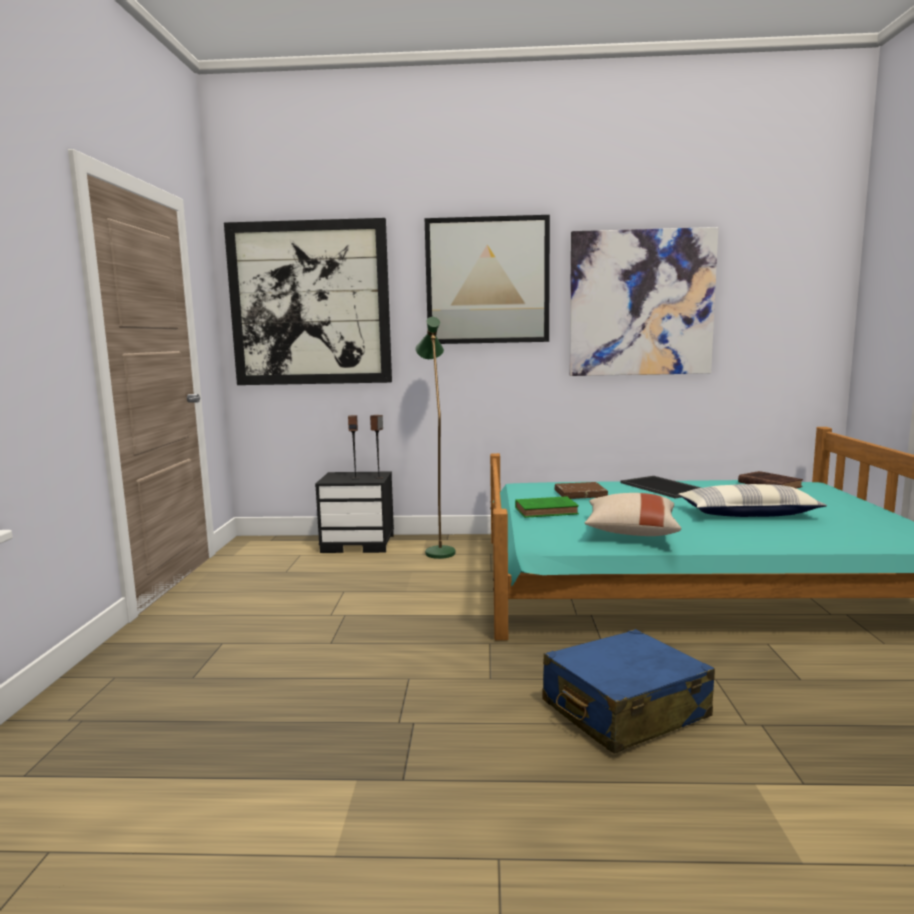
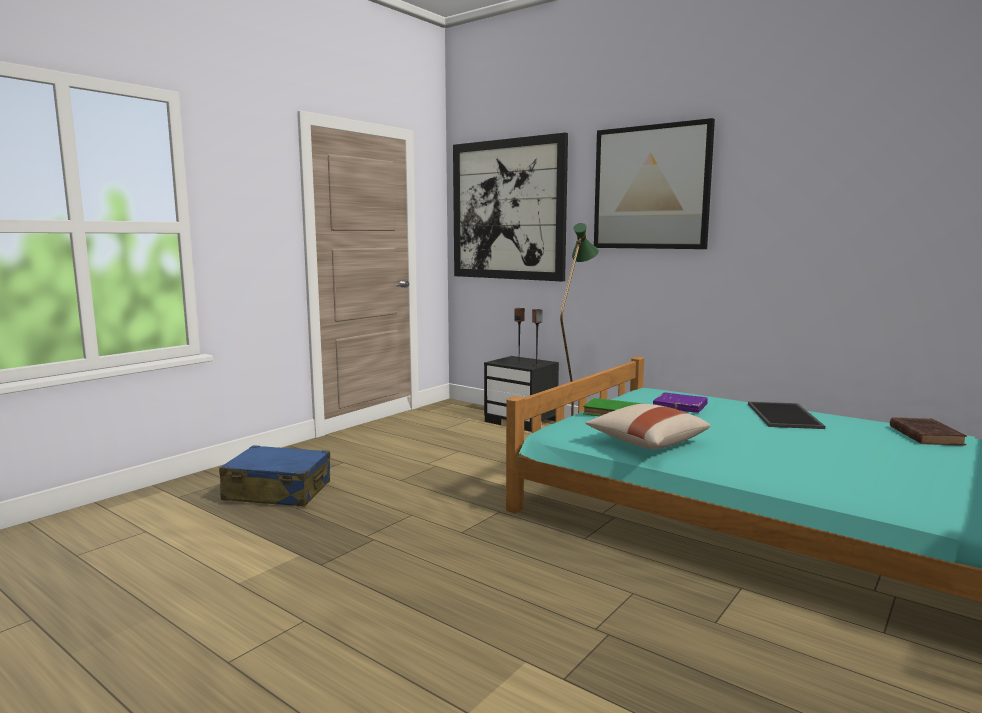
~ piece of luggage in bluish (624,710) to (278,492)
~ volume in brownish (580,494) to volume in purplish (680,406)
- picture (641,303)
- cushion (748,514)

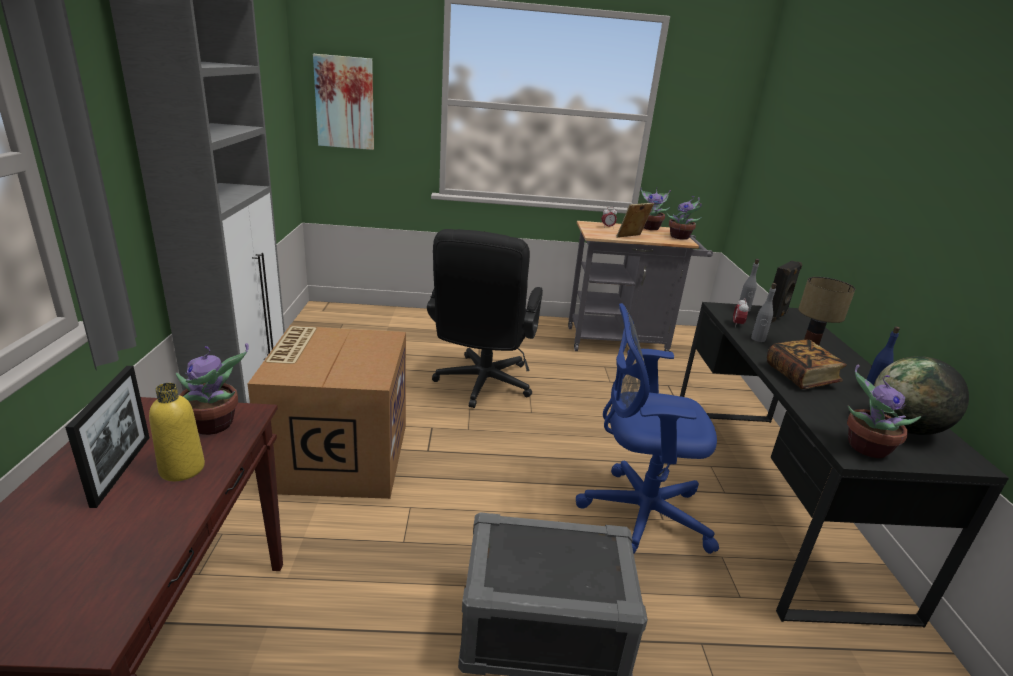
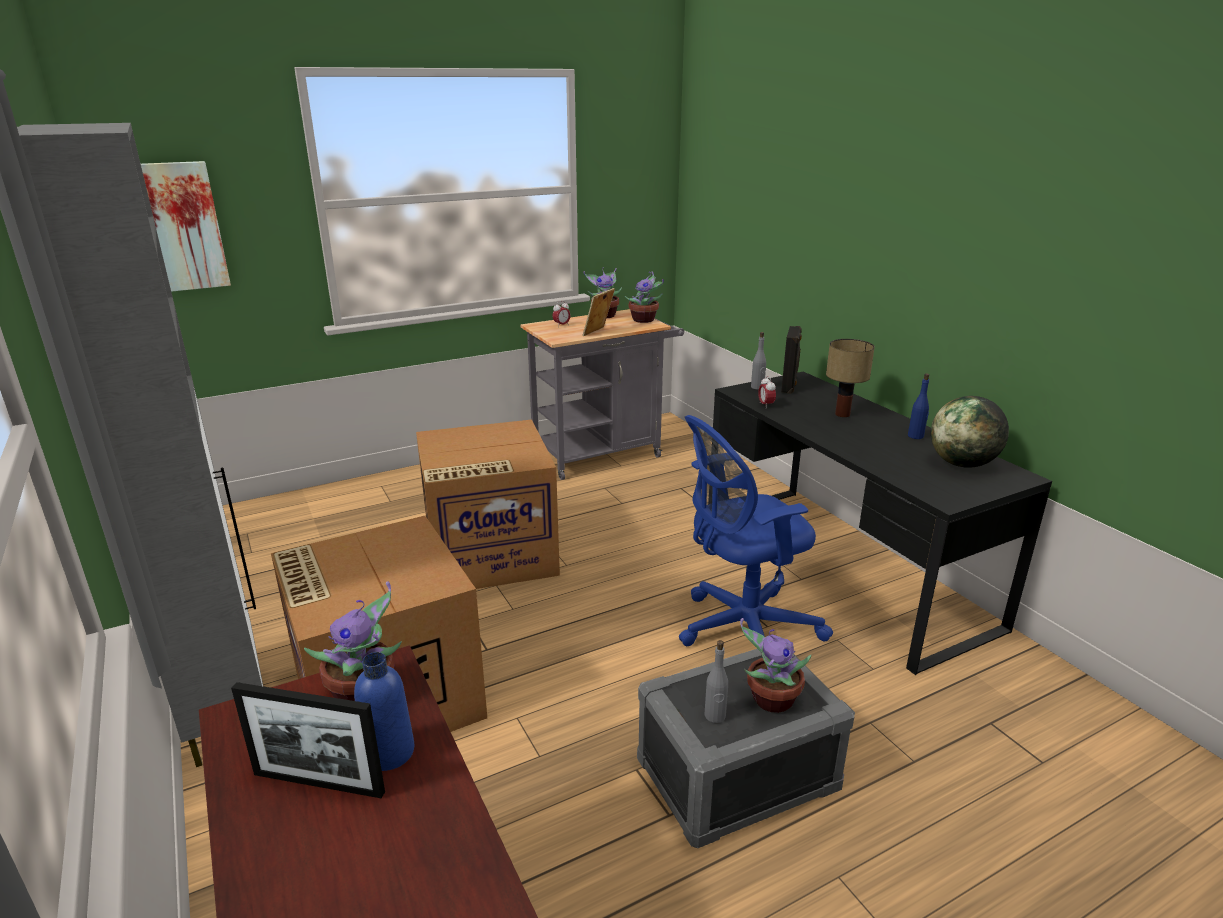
~ photo frame (121,470) = (318,783) 135 degrees clockwise
~ beverage bottle in yellow-coloured (182,469) to beverage bottle in bluish (389,752)
~ office chair in blackish (481,386) to packing box (489,554)
~ beverage bottle in grey (758,339) to (715,716)
- volume (800,376)
~ houseplant (864,447) to (770,700)

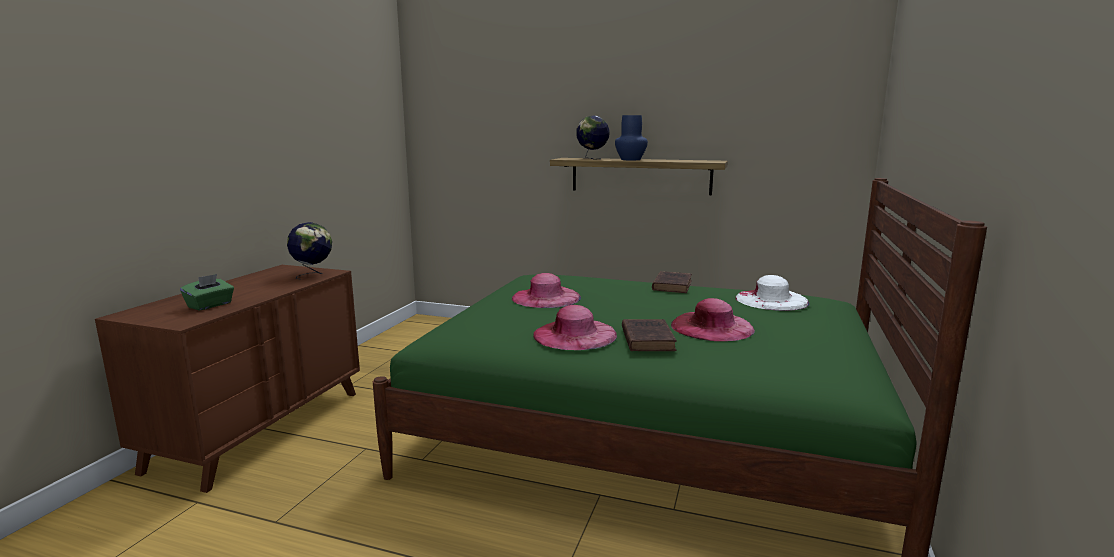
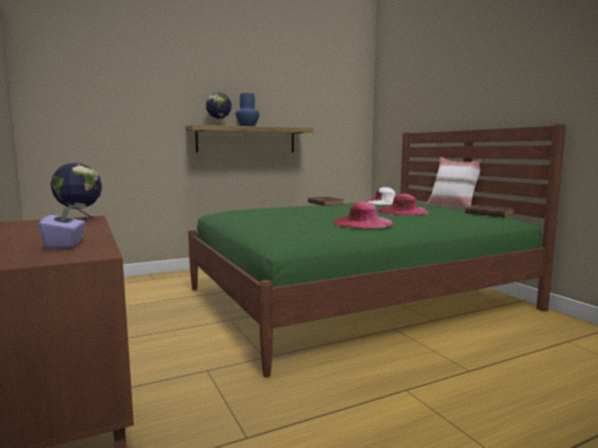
~ tissue holder in green-coloured (210,305) to tissue holder in purplish (65,245)
- clothing hat in pink (546,297)
~ volume in brownish (647,339) to (488,214)
+ cushion in white-coloured (453,207)

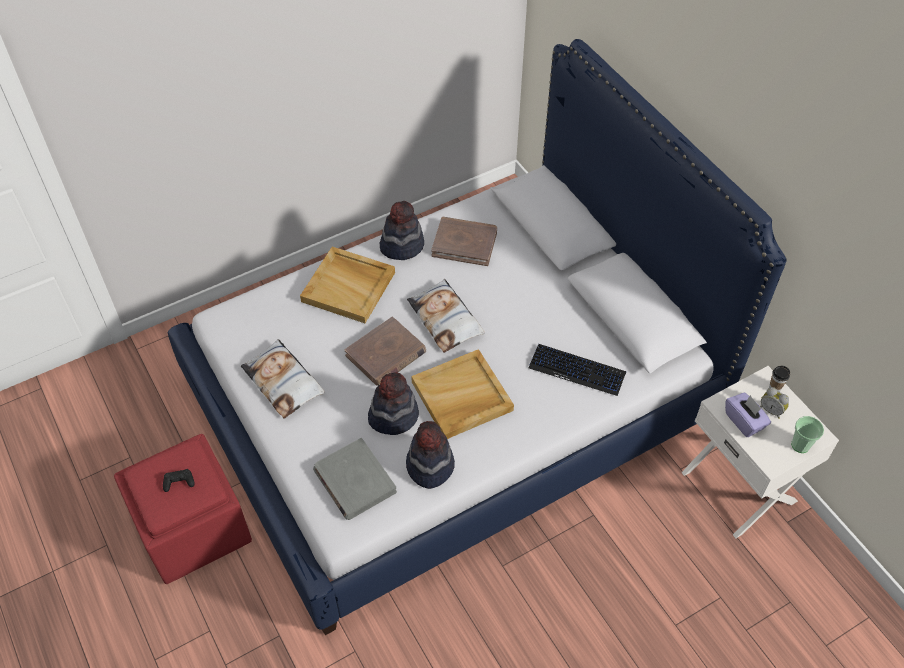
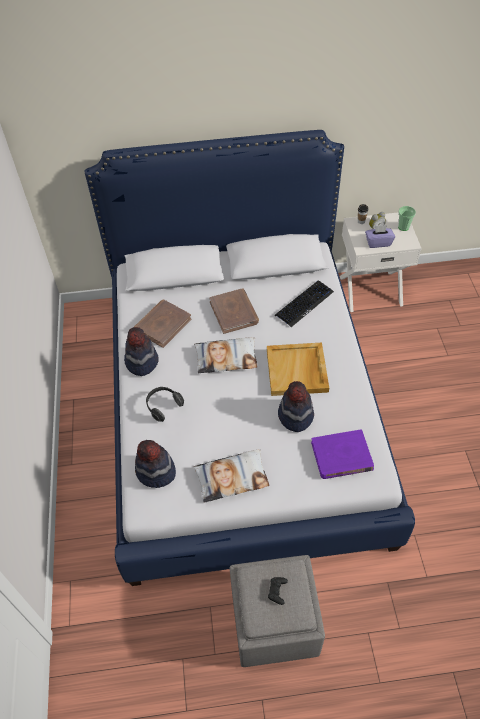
~ pouffe in reddish (194,529) to pouffe in grey (275,621)
~ carrying tray in beige-coloured (349,287) to pair of headphones (163,406)
~ volume in grey (354,481) to volume in purplish (341,456)
~ volume in brownish (386,354) to (234,312)
~ clothing hat (429,466) to (155,472)

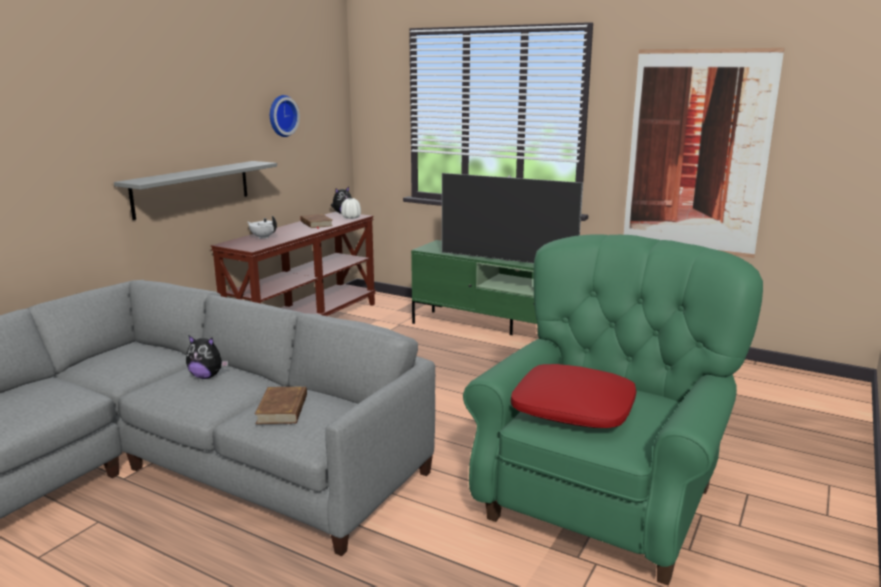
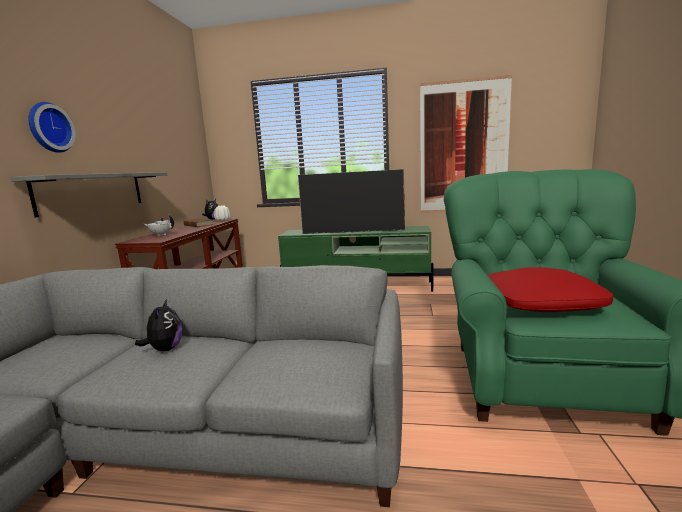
~ soft toy (207,376) = (165,349) 90 degrees counterclockwise
- volume in brownish (283,409)
~ clock on the wall (281,116) to (48,128)

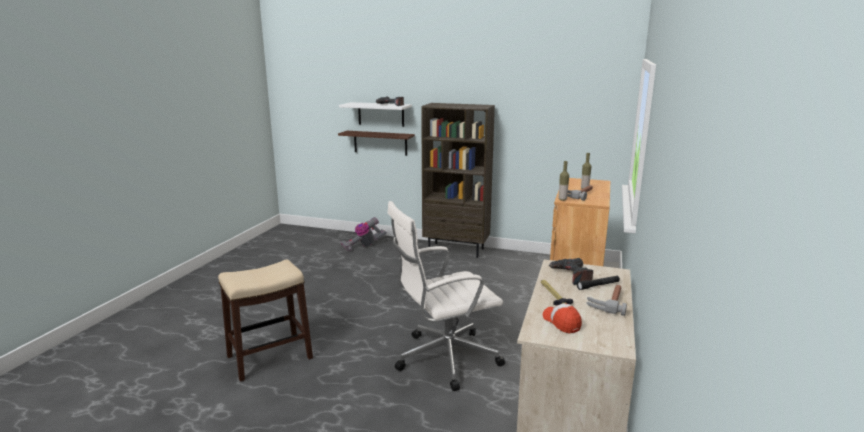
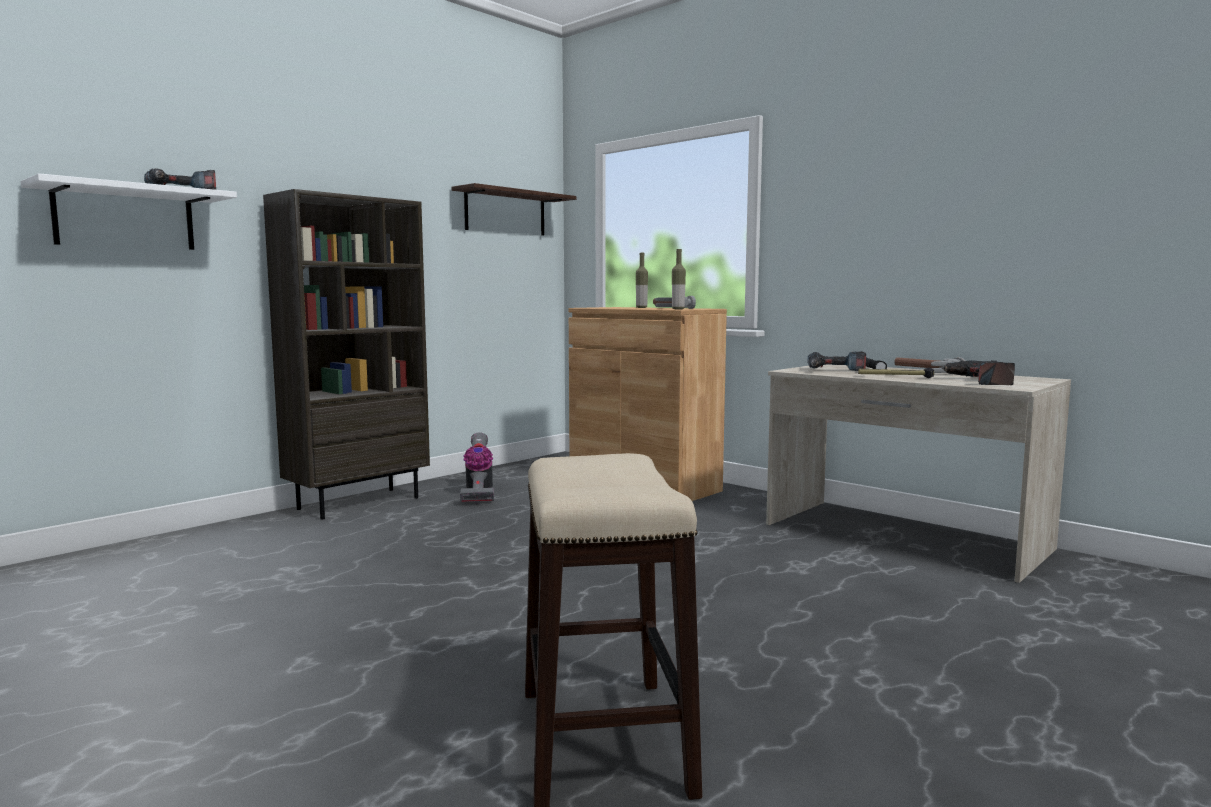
~ wall shelf (380,143) to (505,212)
~ vacuum (363,246) to (478,493)
- office chair in white-coloured (444,358)
~ baseball cap (561,322) to power drill (980,381)

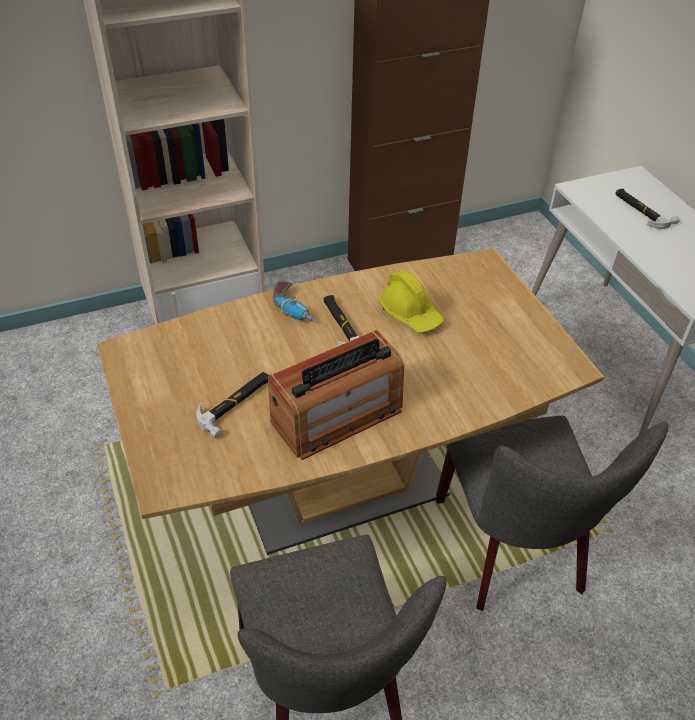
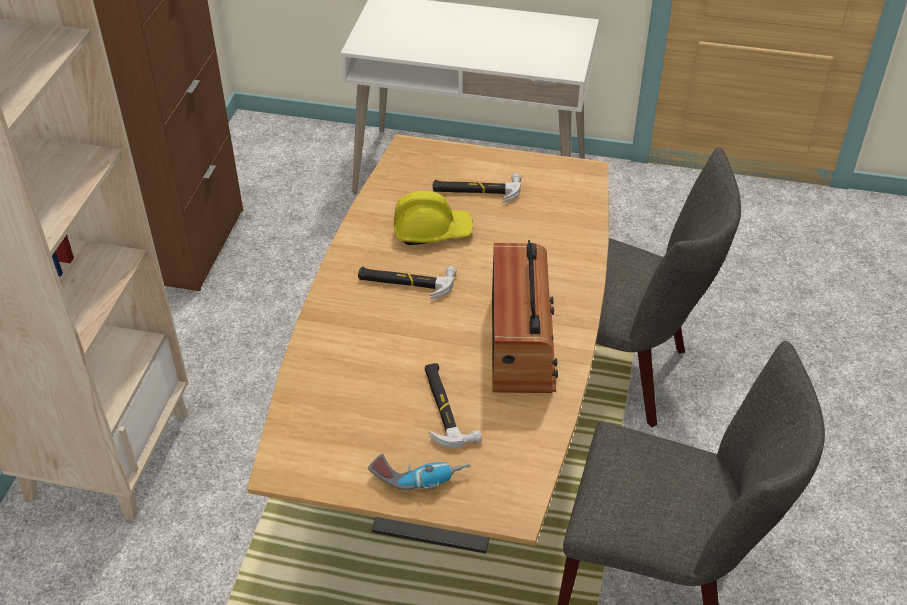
~ power drill (295,309) to (419,475)
~ hammer (642,210) to (476,190)

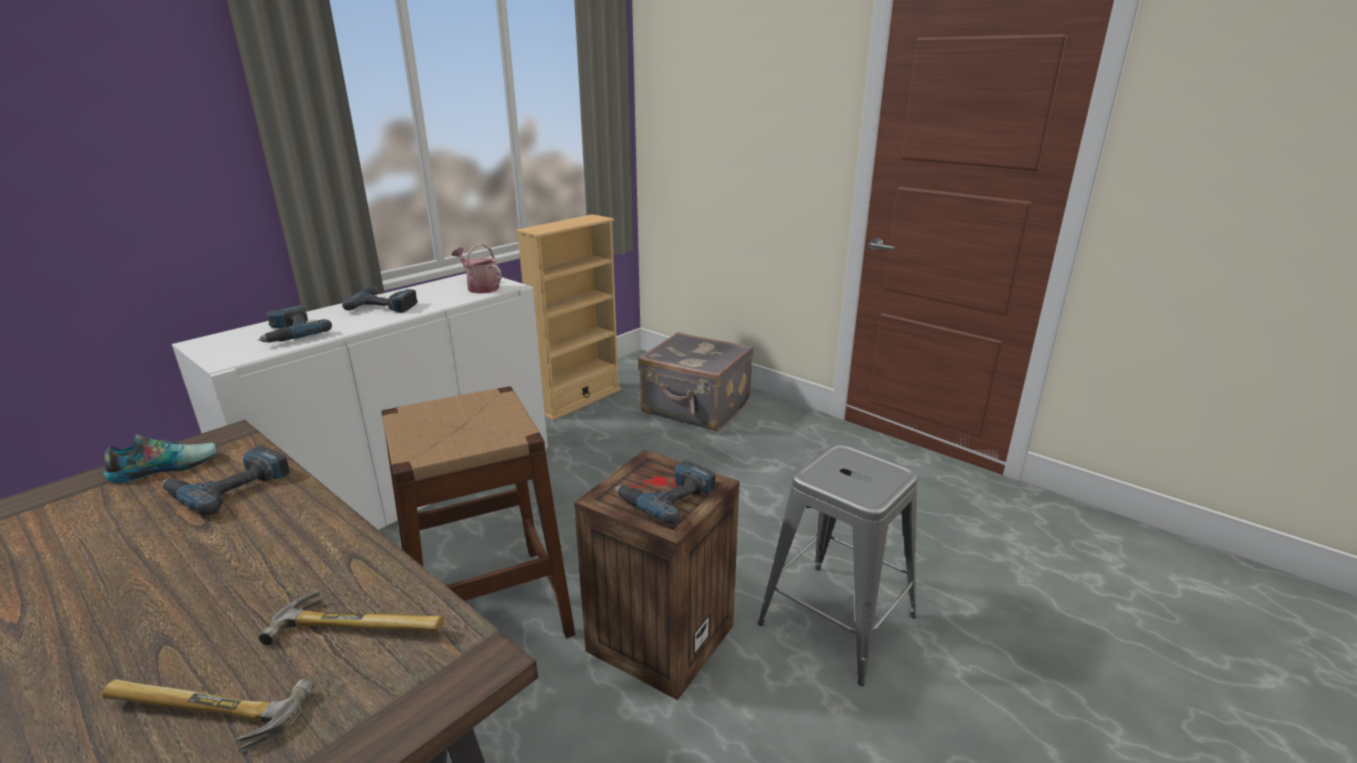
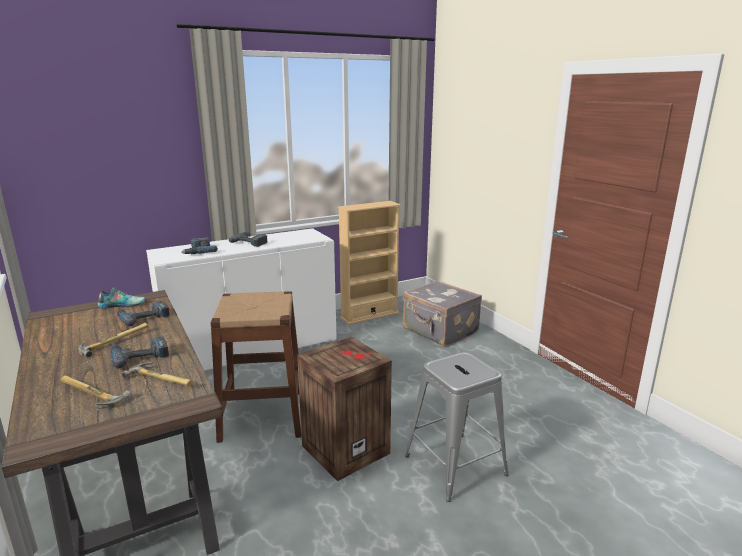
- sprinkling can (480,287)
~ power drill (667,497) to (139,355)
+ hammer (113,341)

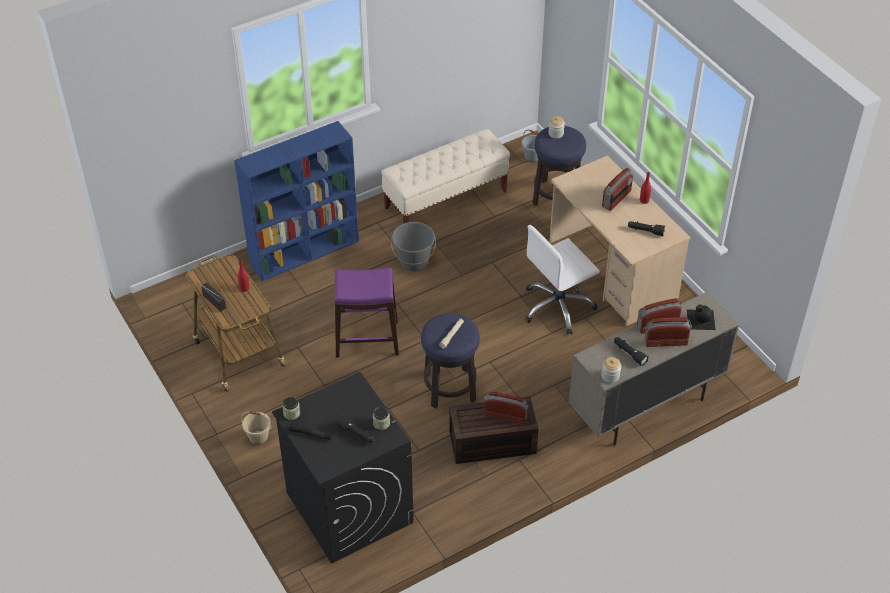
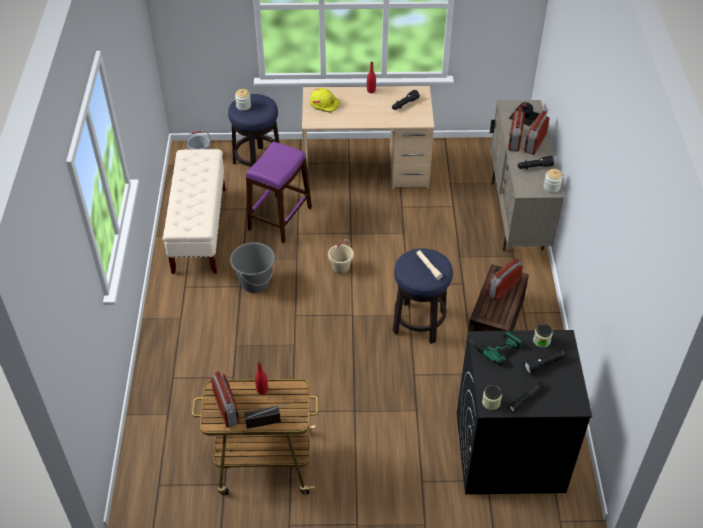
- bookshelf in bluish (305,251)
~ pail in beige-coloured (258,437) to (341,268)
~ stool seat in purplish (366,339) to (279,218)
- office chair in white-coloured (558,307)
~ radio set (616,199) to (227,408)
+ work helmet in yellow-coloured (324,104)
+ power drill (492,345)

